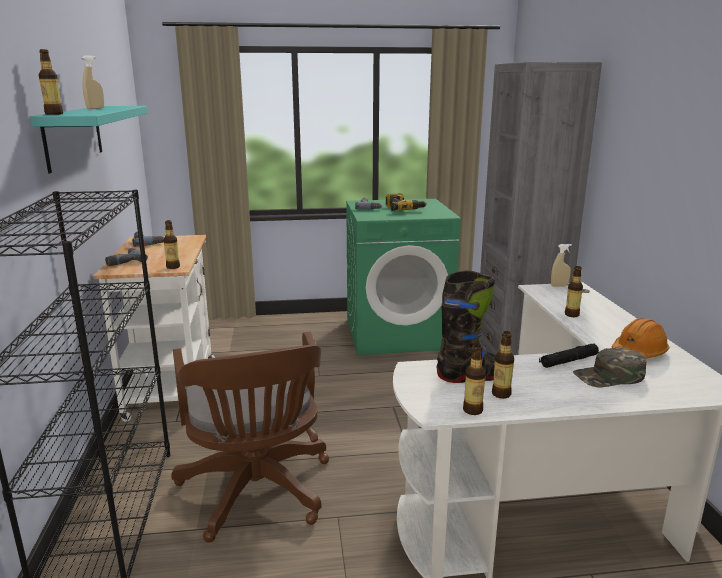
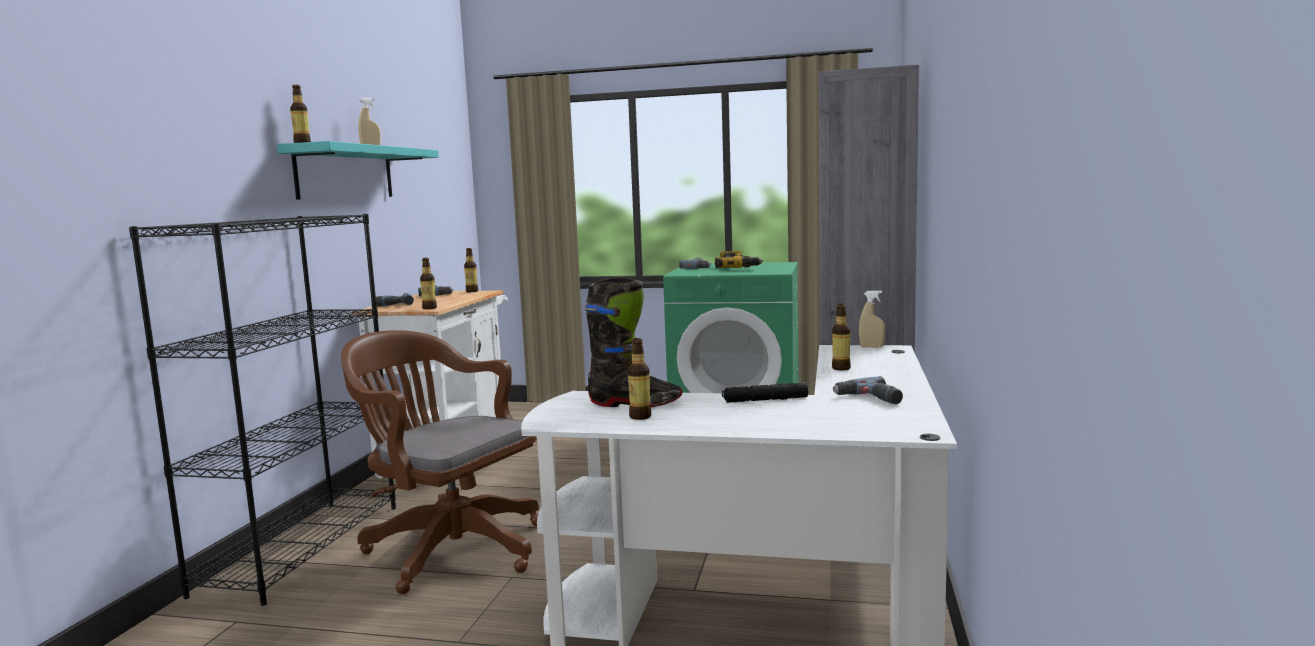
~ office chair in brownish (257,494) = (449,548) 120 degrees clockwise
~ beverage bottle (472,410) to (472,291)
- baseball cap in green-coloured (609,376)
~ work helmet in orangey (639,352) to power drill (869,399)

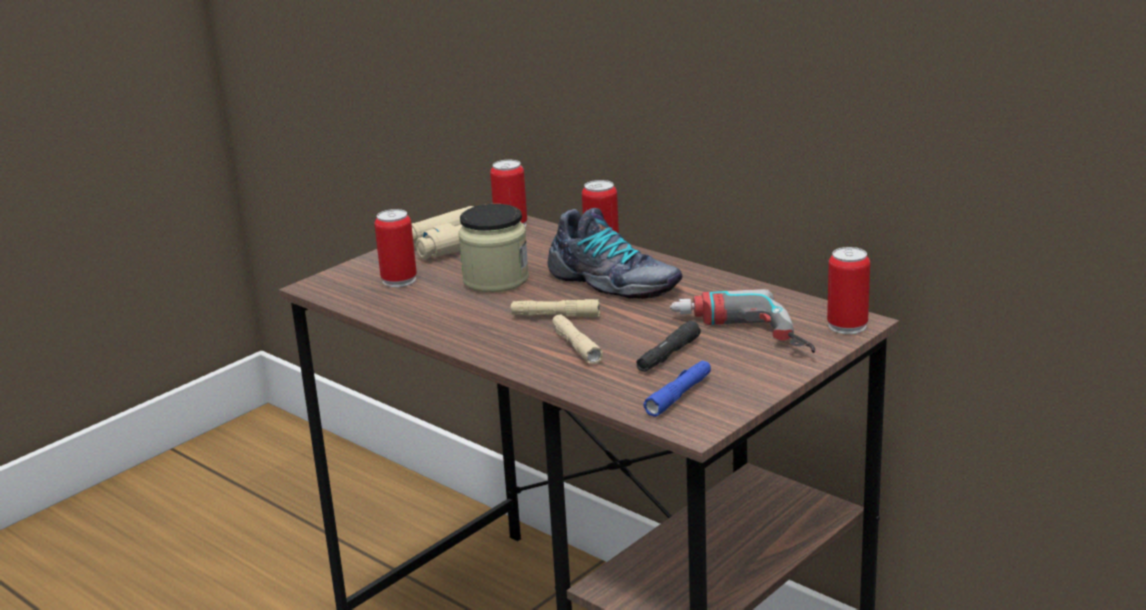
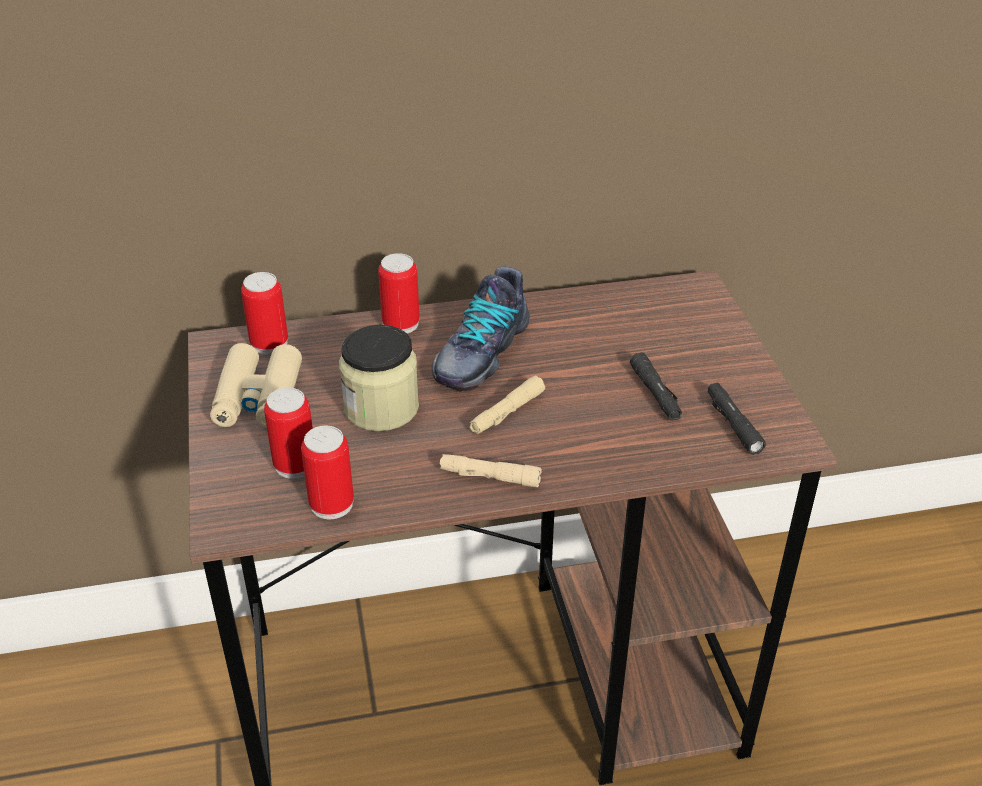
~ low shoe (612,283) = (479,352) 135 degrees clockwise
~ hand torch in beige-coloured (575,346) to (490,477)
~ hand torch in bluish (678,395) to hand torch in blackish (732,424)
- power drill (739,337)
~ metal can (847,326) to (331,504)

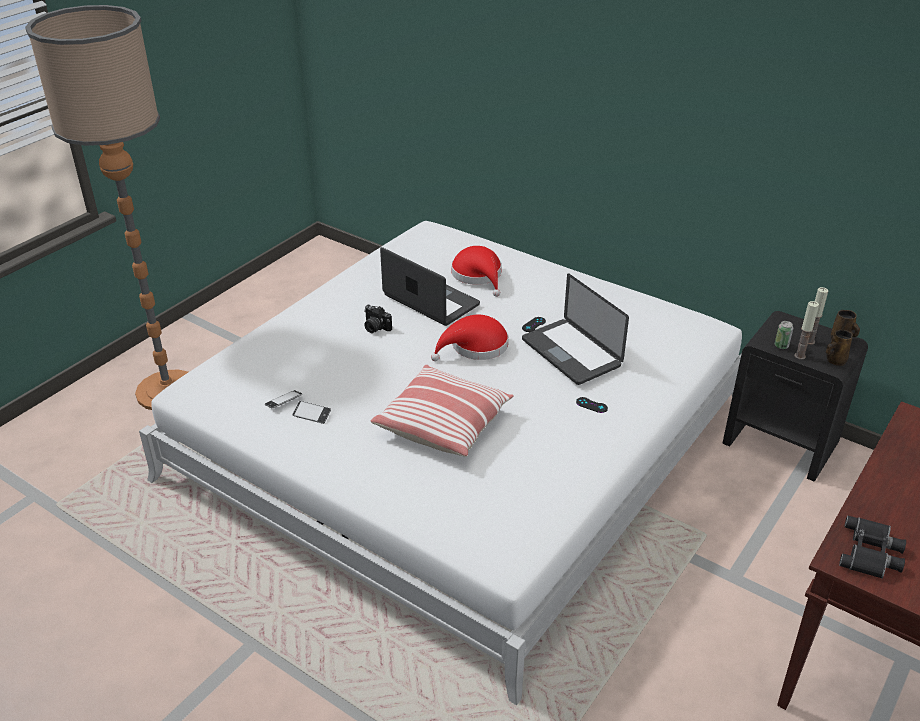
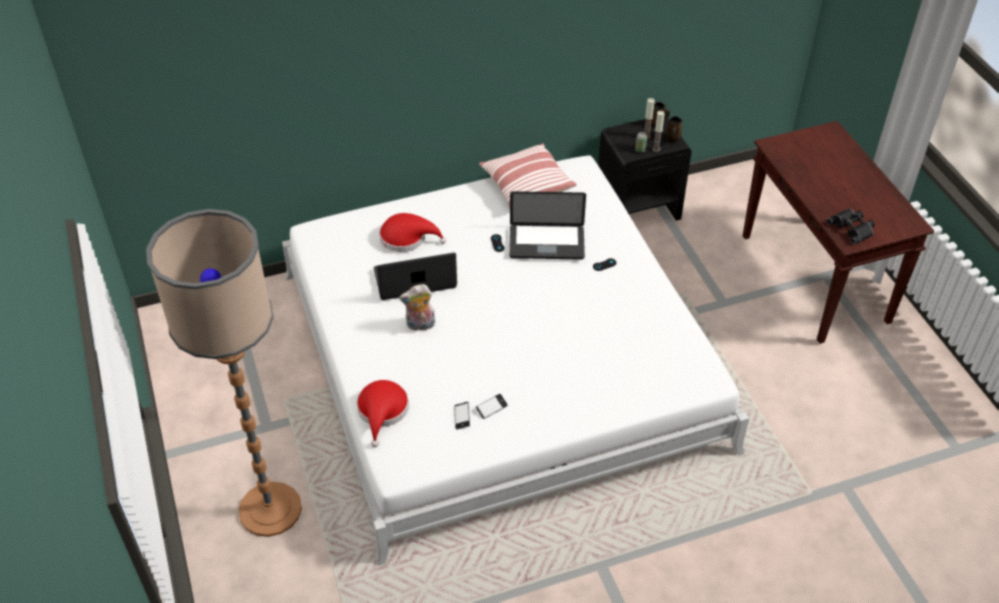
~ still camera (375,327) to soft toy (420,325)
~ cushion (443,424) to (526,185)
~ clothing hat in reddish (475,347) to (382,411)

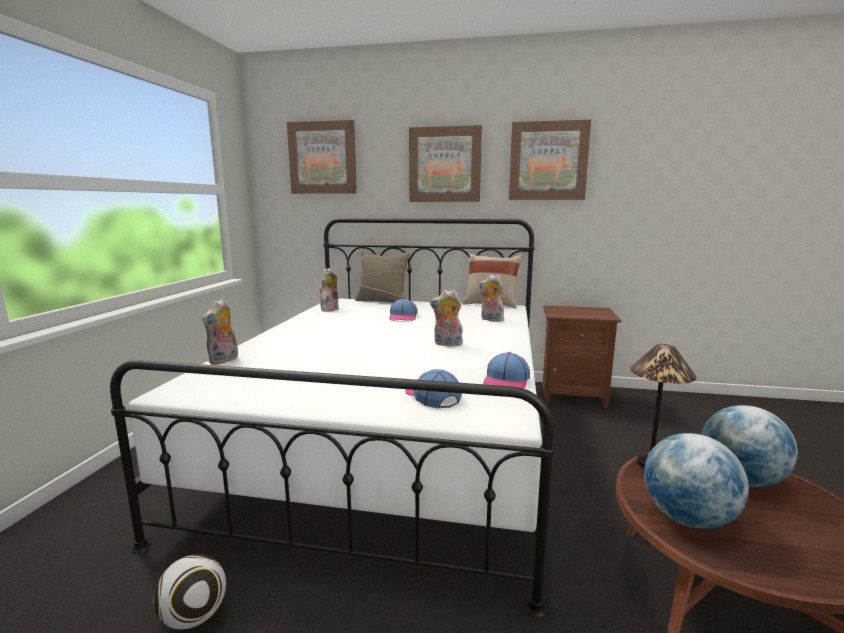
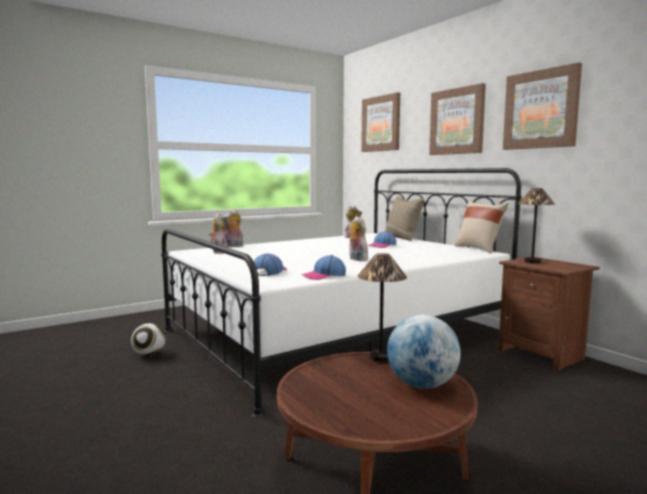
~ soft toy (490,320) to (218,252)
- globe (687,518)
+ table lamp (531,261)

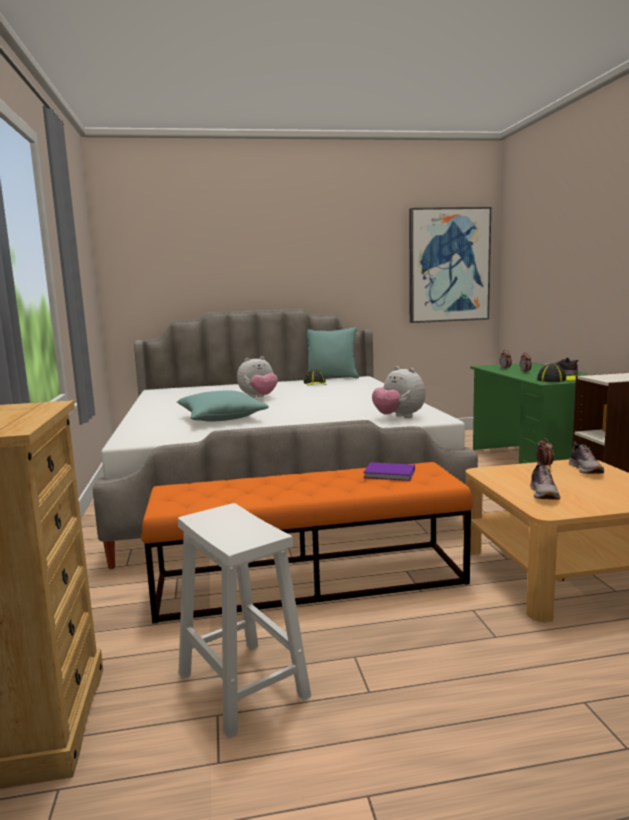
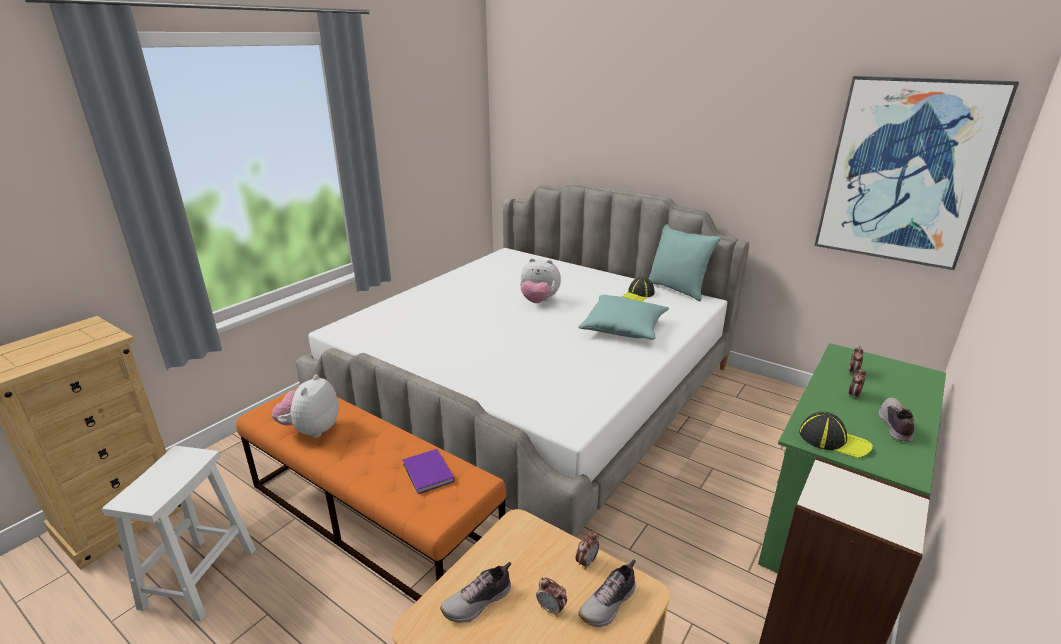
~ cushion in turquoise-coloured (222,418) to (624,328)
~ soft toy (398,417) to (311,430)
+ alarm clock (551,609)

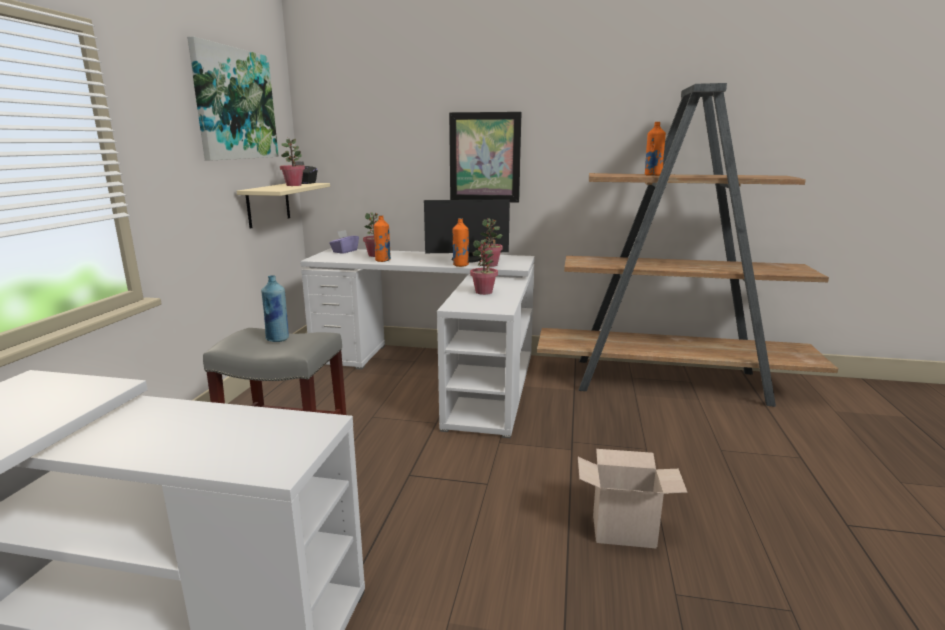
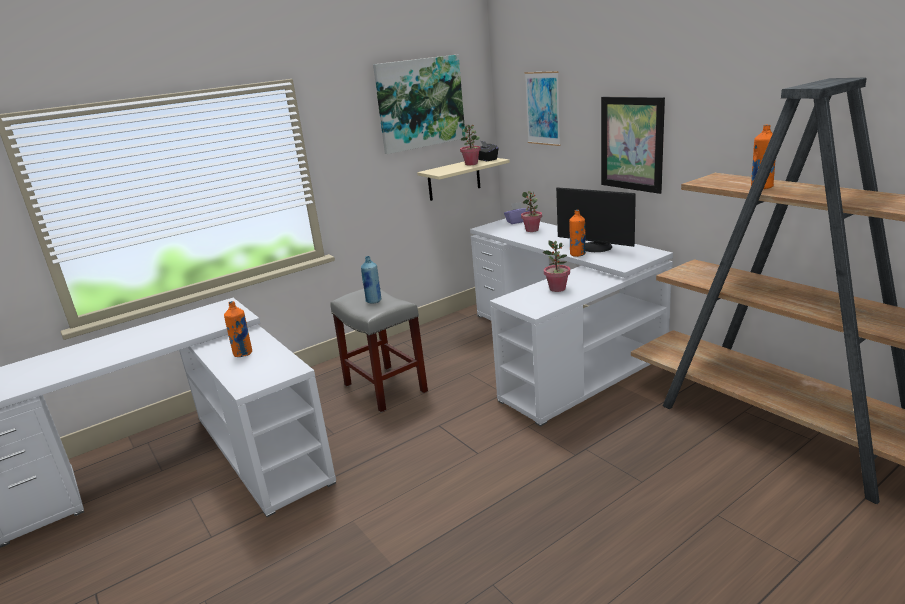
~ beverage bottle in orangey (383,260) to (243,353)
- houseplant (490,265)
- packing box (625,530)
+ picture (543,108)

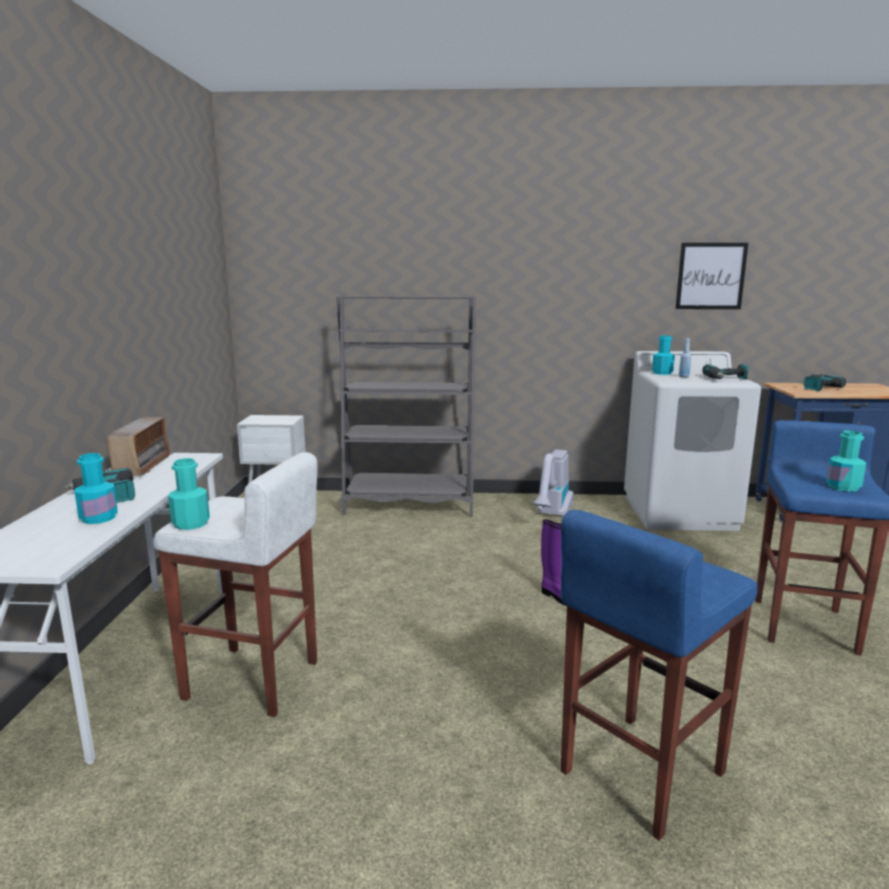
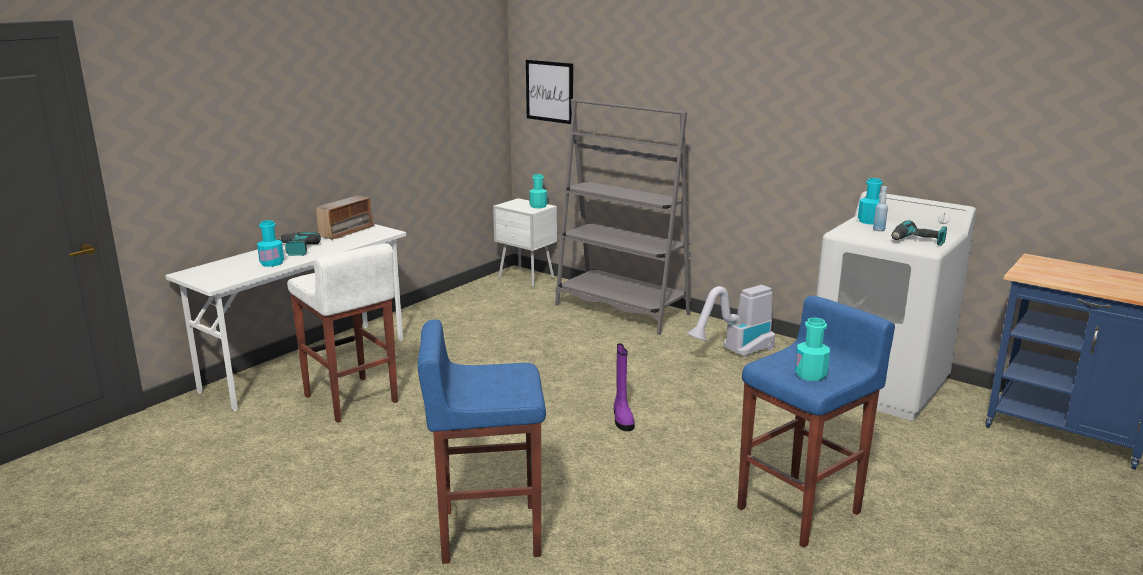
~ beverage bottle in turquoise-coloured (191,523) to (538,206)
~ picture (710,276) to (549,91)
- power drill (817,388)

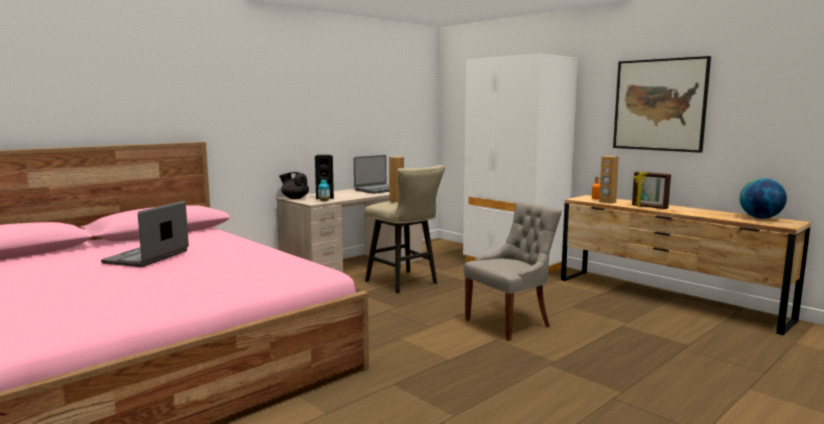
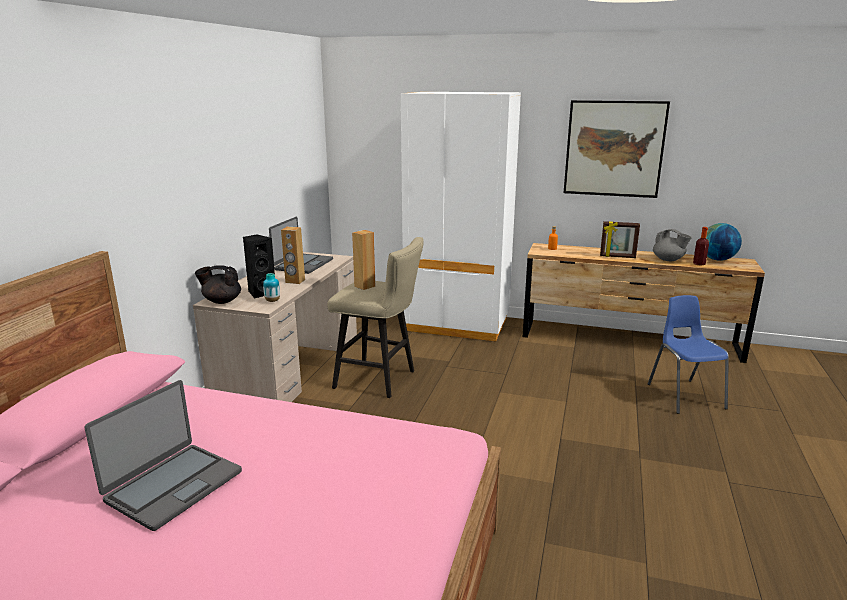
~ portable computer (147,257) = (173,486) 135 degrees counterclockwise
- plain chair in grey (510,323)
~ loudspeaker in brownish (607,202) to (295,281)
+ plain chair in bluish (684,396)
+ pot for tea in grey (668,260)
+ beverage bottle (699,264)

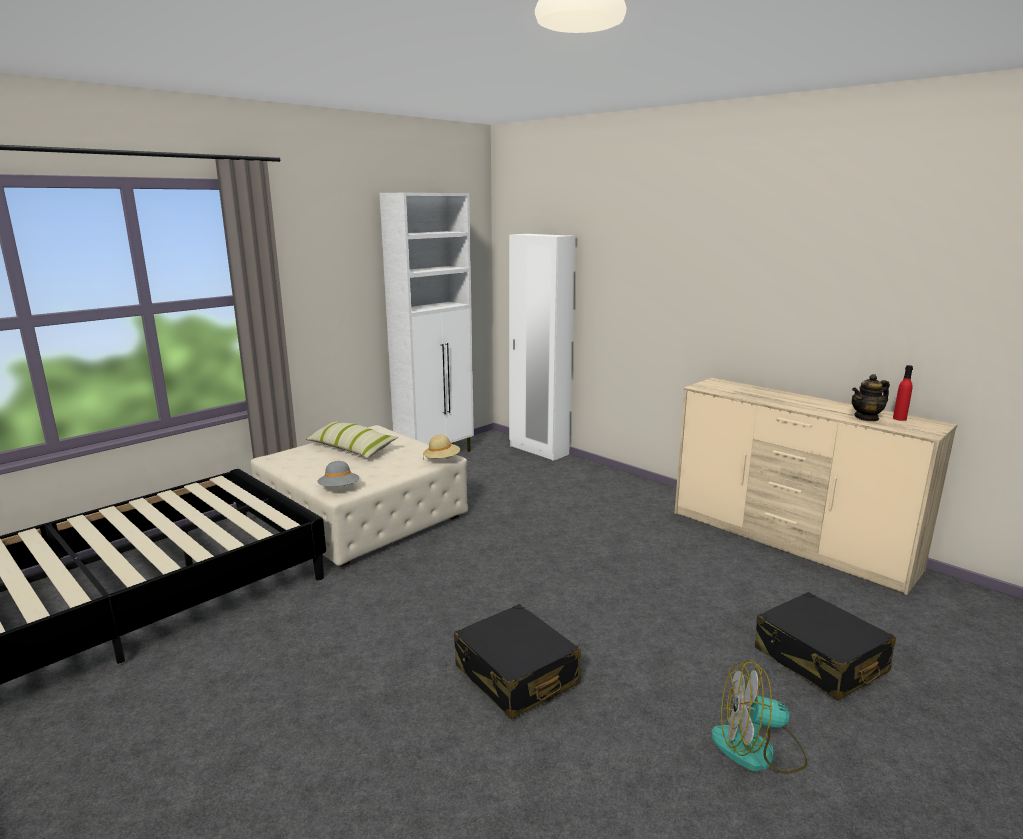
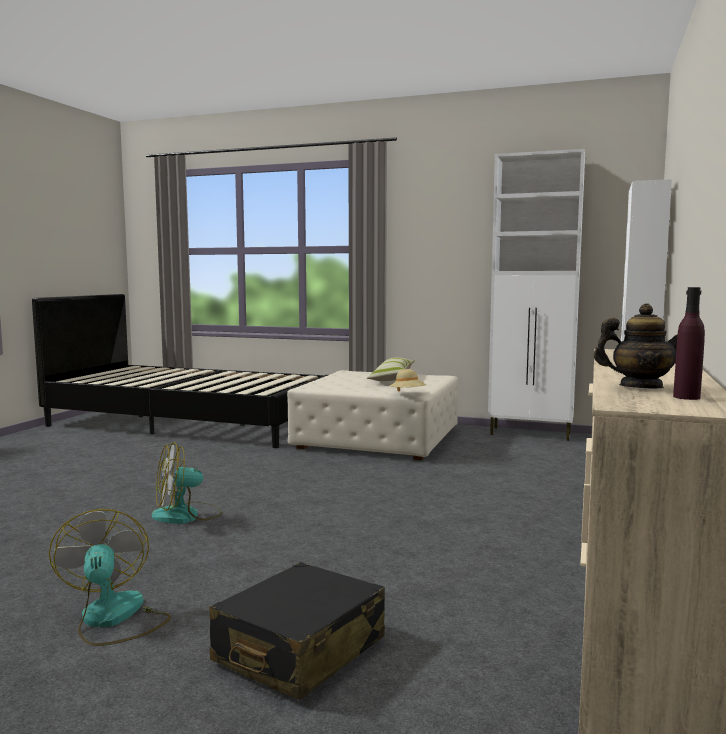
- clothing hat in grey (339,489)
~ piece of luggage in blackish (516,676) to fan (187,515)
~ pot for tea (866,418) = (640,387) 150 degrees clockwise
~ beverage bottle in reddish (899,418) to beverage bottle in purplish (686,397)

